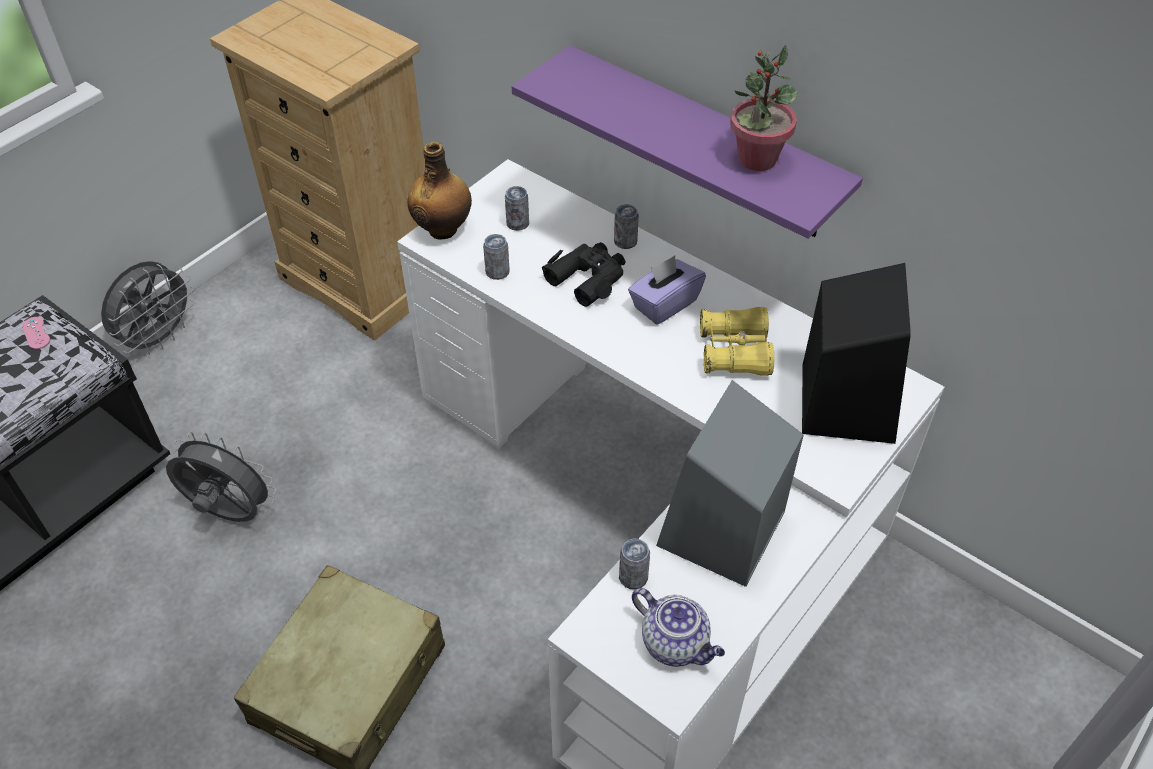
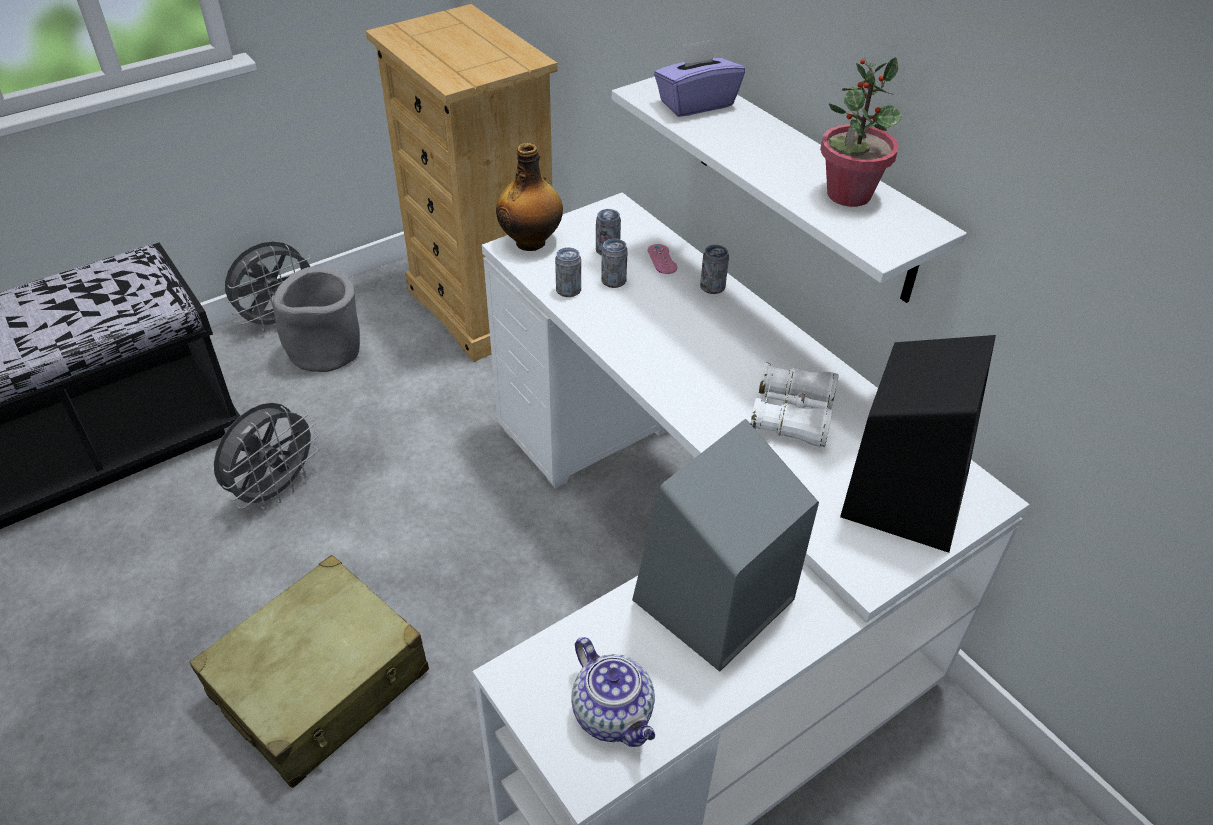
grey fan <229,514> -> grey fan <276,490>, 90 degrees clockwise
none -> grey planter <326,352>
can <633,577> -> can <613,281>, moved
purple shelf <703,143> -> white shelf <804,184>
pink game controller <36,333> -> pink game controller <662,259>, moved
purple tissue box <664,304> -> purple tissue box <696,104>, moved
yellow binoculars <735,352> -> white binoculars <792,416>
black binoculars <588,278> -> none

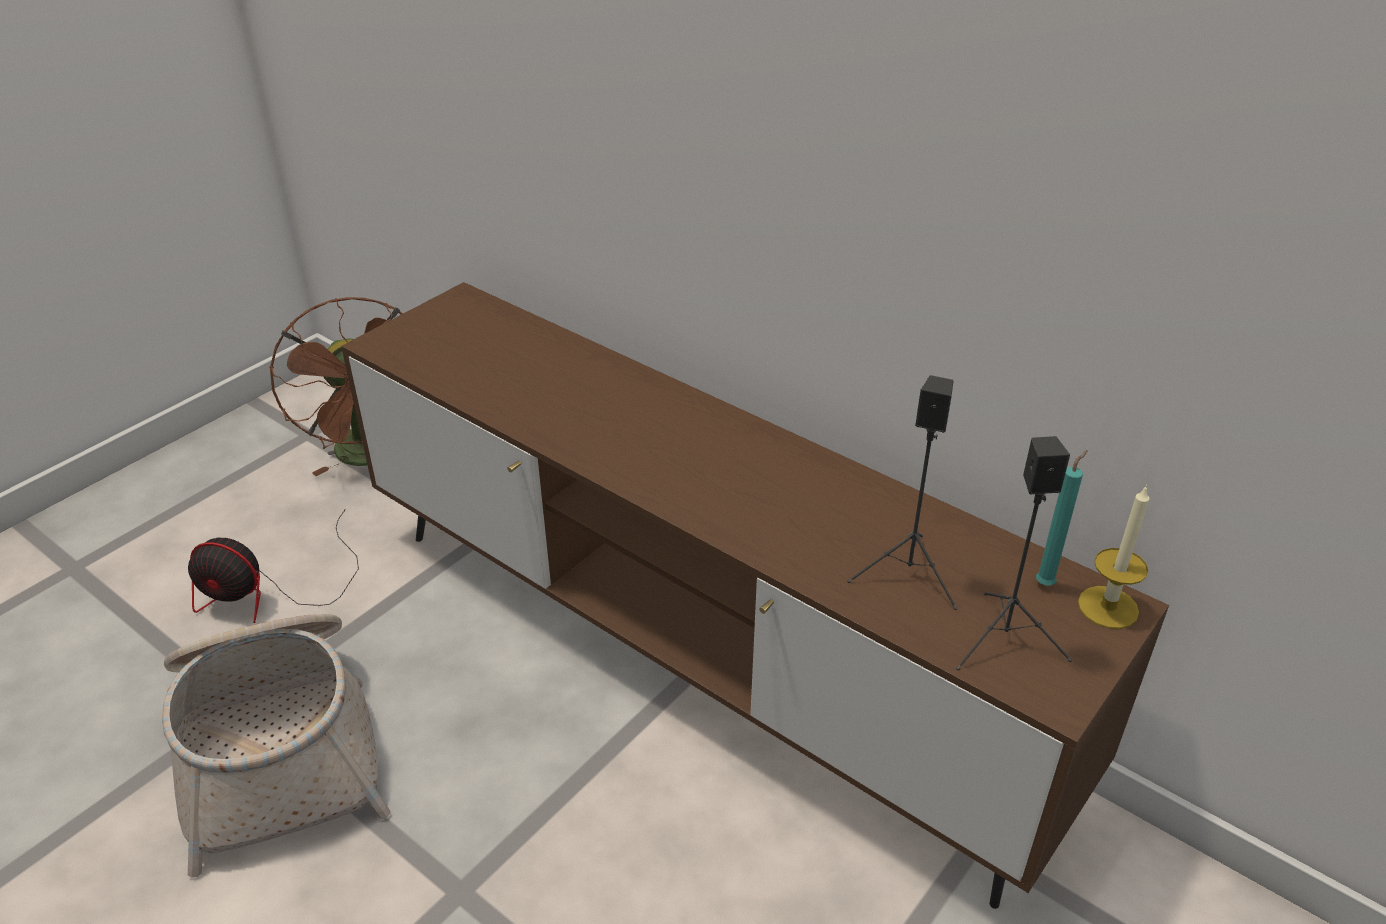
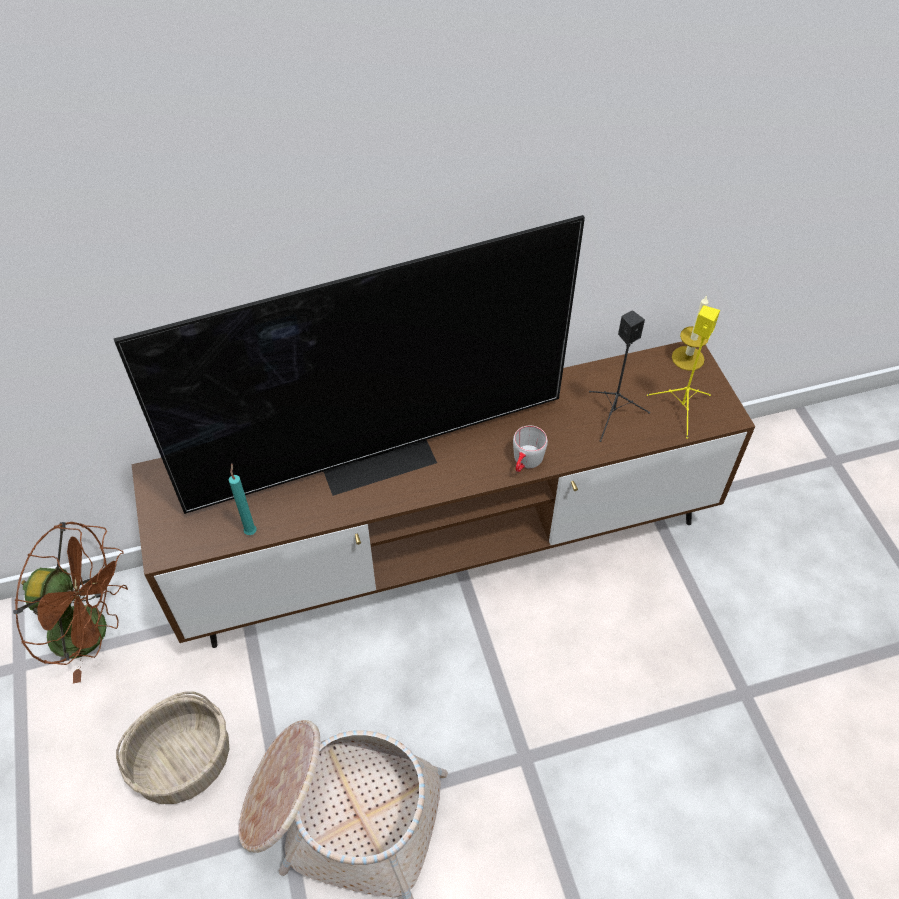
none -> television <378,455>
fan <272,590> -> basket <184,763>
turquoise candle <1046,583> -> turquoise candle <251,530>, moved
none -> grey mug <525,462>
black speaker <1005,640> -> yellow speaker <681,408>

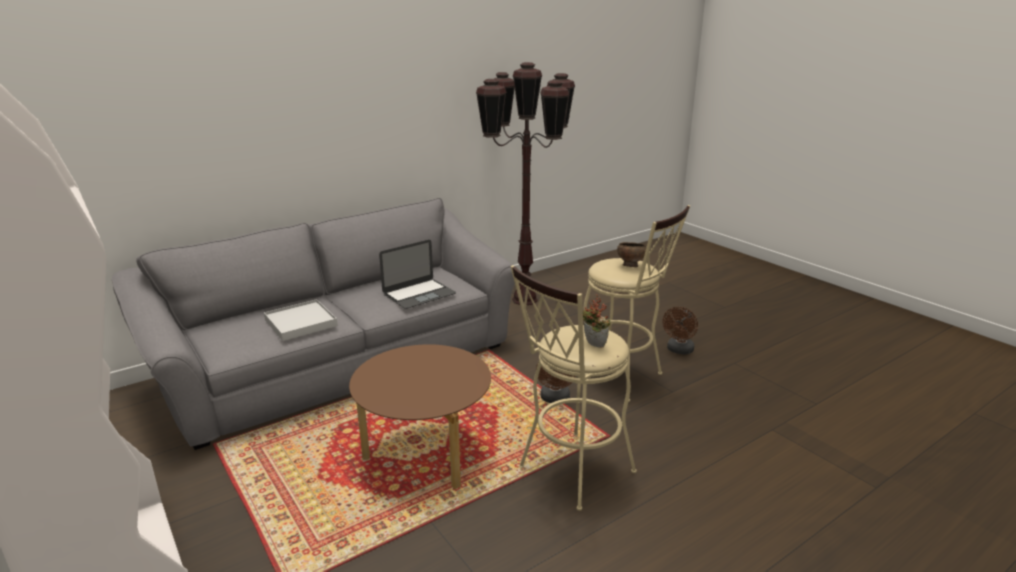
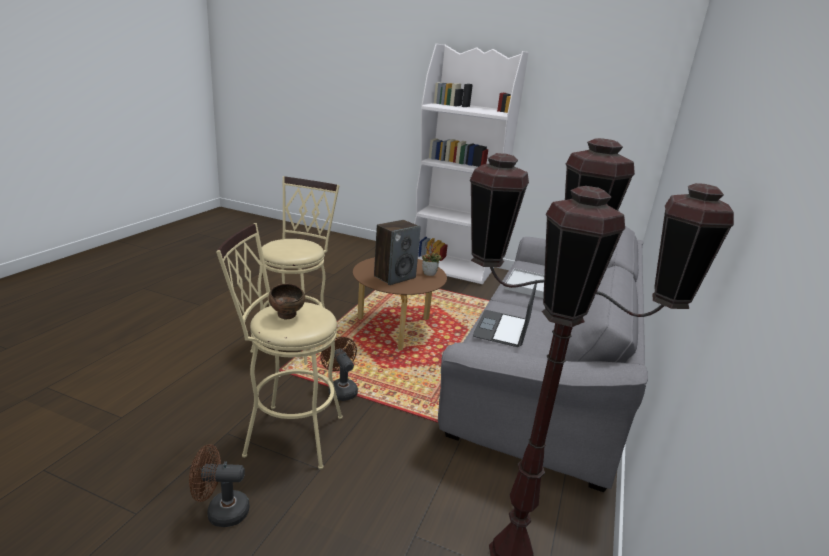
brown fan <679,350> -> brown fan <221,511>, 90 degrees counterclockwise
none -> speaker <394,277>
potted plant <593,345> -> potted plant <430,274>, moved

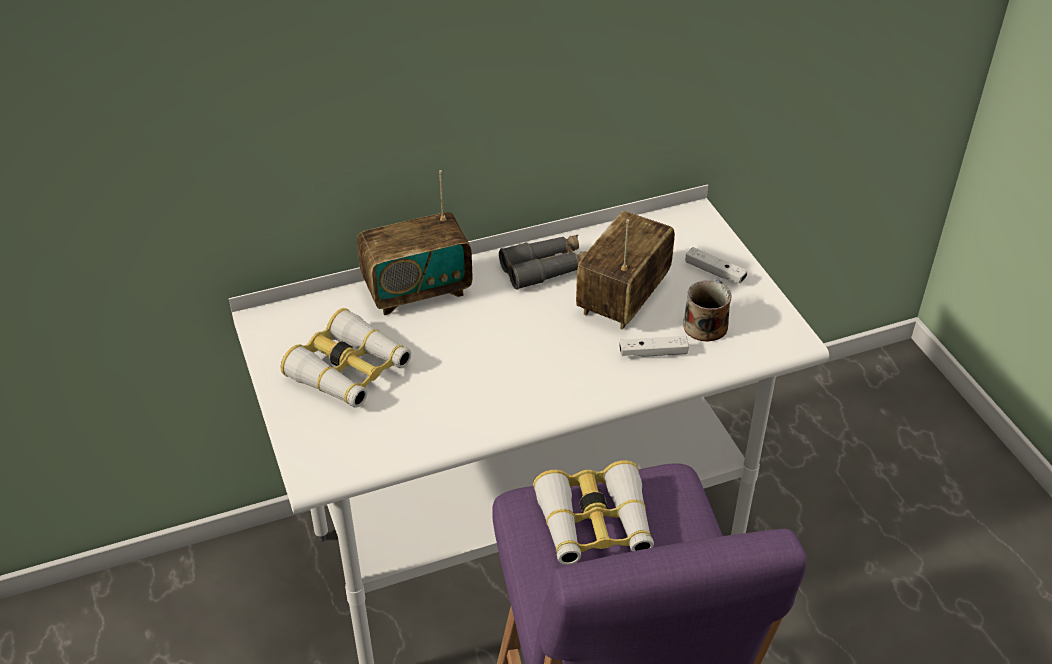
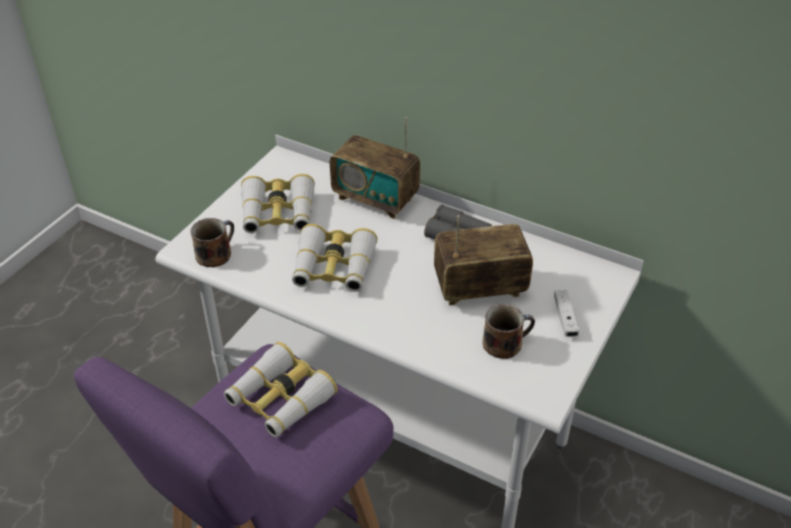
none -> mug <215,253>
none -> binoculars <333,268>
white game controller <653,353> -> none

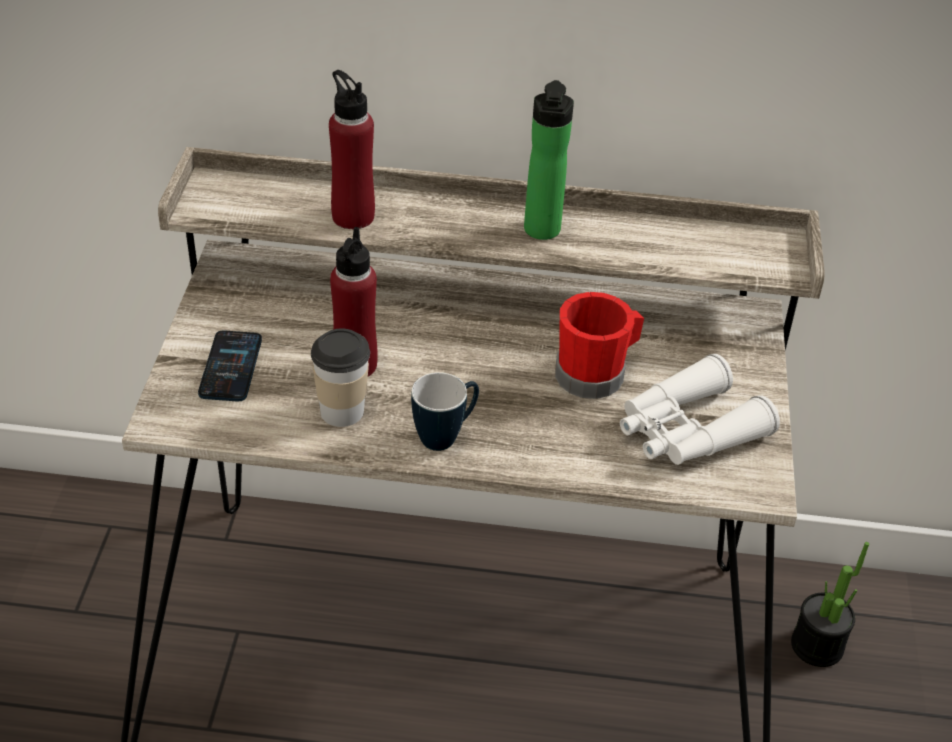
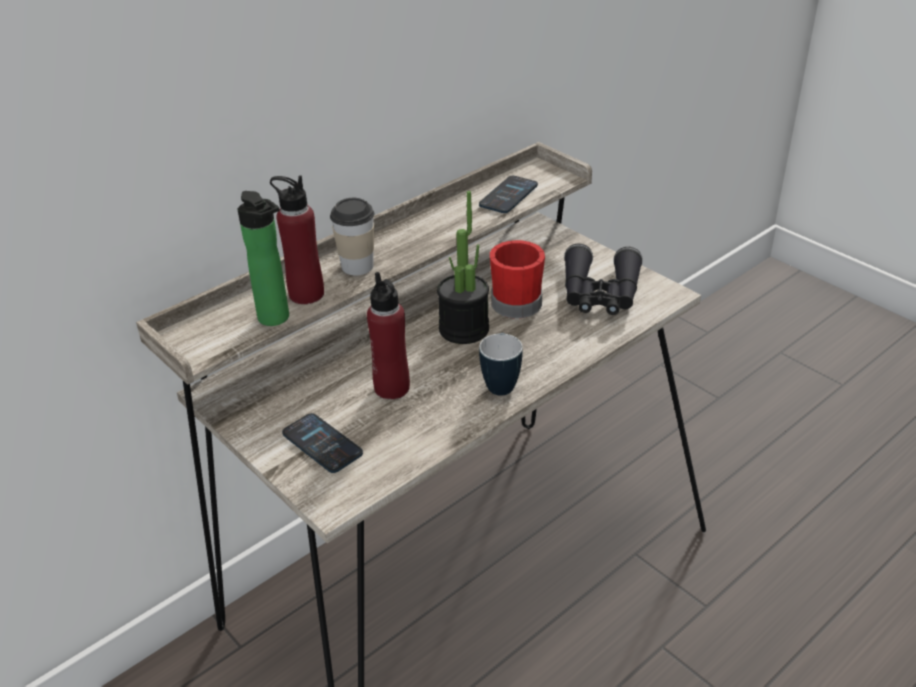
bottle <541,233> -> bottle <276,319>, moved
cup <342,411> -> cup <357,266>, moved
potted plant <817,646> -> potted plant <464,329>, moved
none -> phone <508,195>
white binoculars <687,431> -> black binoculars <600,294>

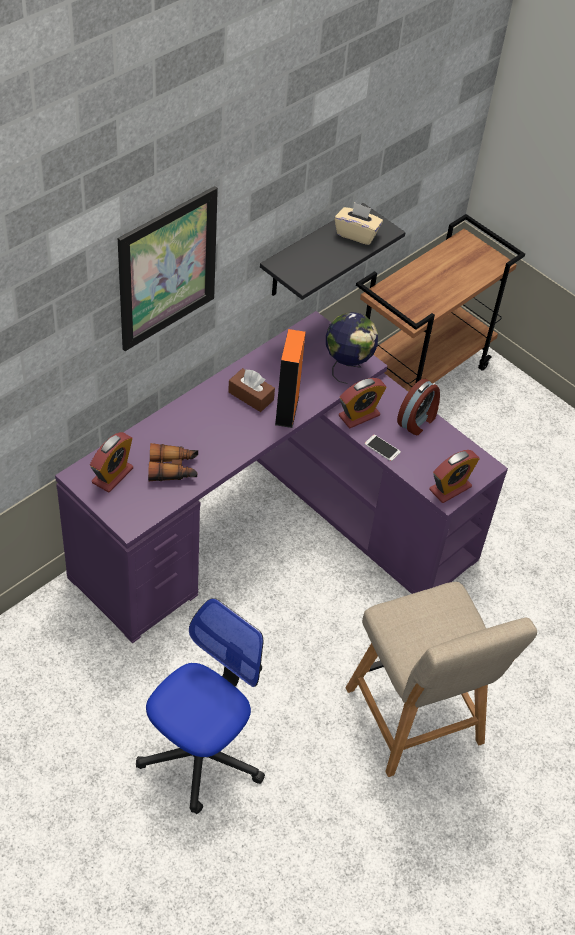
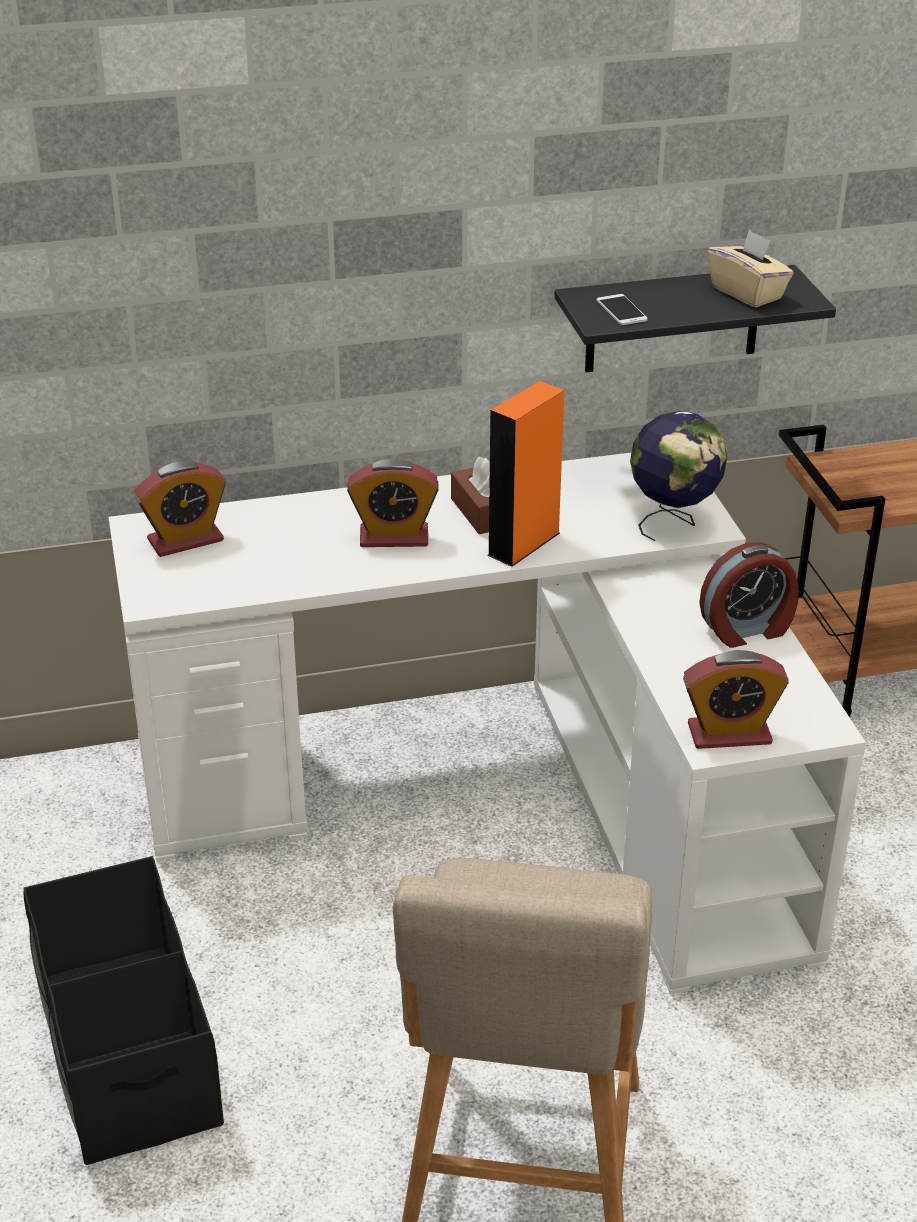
office chair <201,753> -> black storage box <126,1051>
purple desk <275,525> -> white desk <504,791>
alarm clock <359,415> -> alarm clock <394,537>, moved
phone <382,448> -> phone <621,310>, moved
picture <167,269> -> none
binoculars <173,469> -> none

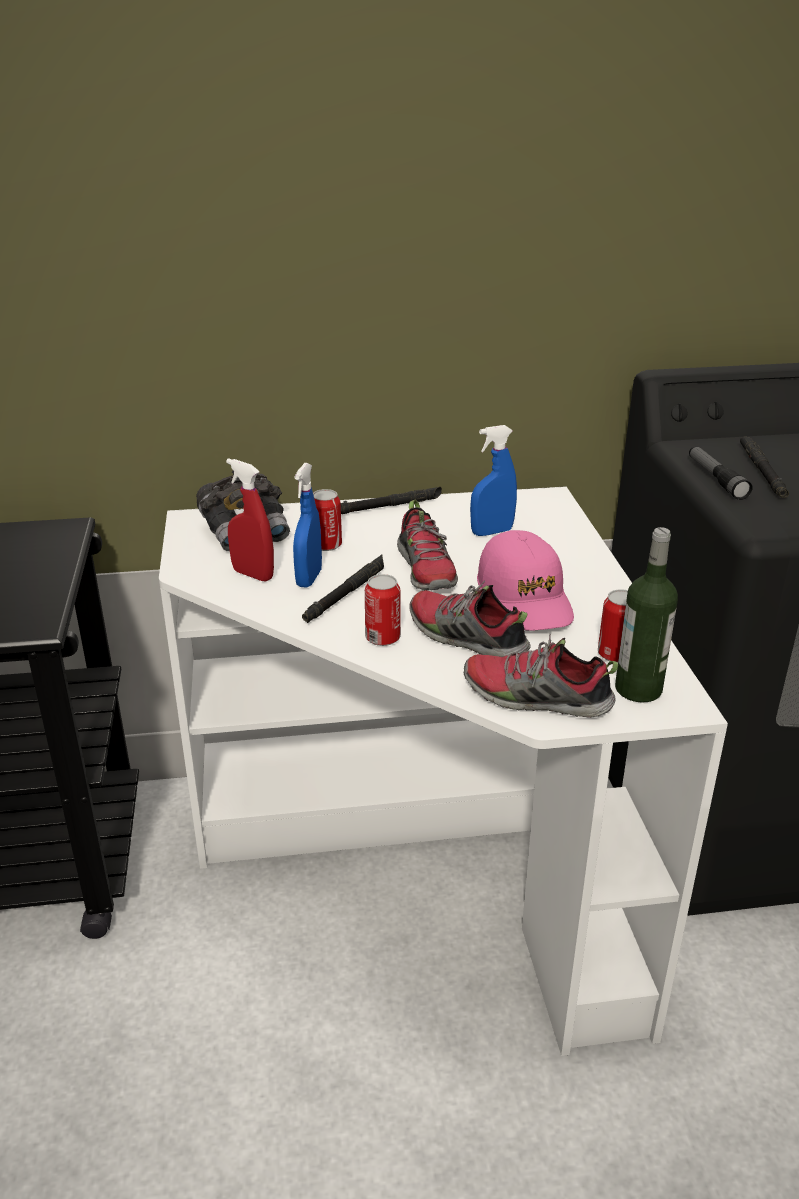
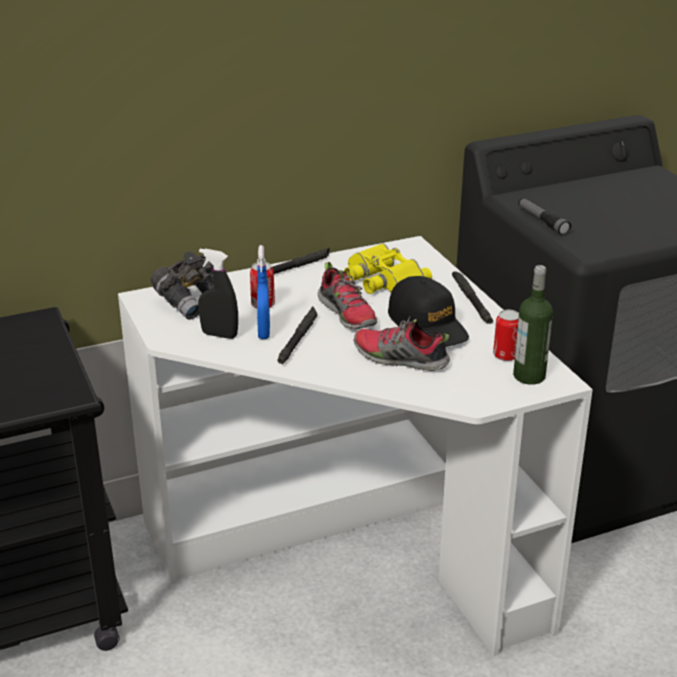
red spray bottle <253,575> -> black spray bottle <219,335>
blue spray bottle <491,532> -> yellow binoculars <381,279>
pink cap <525,598> -> black cap <428,325>
black flashlight <762,472> -> black flashlight <471,301>, moved
can <382,638> -> none
shoe <535,698> -> none

